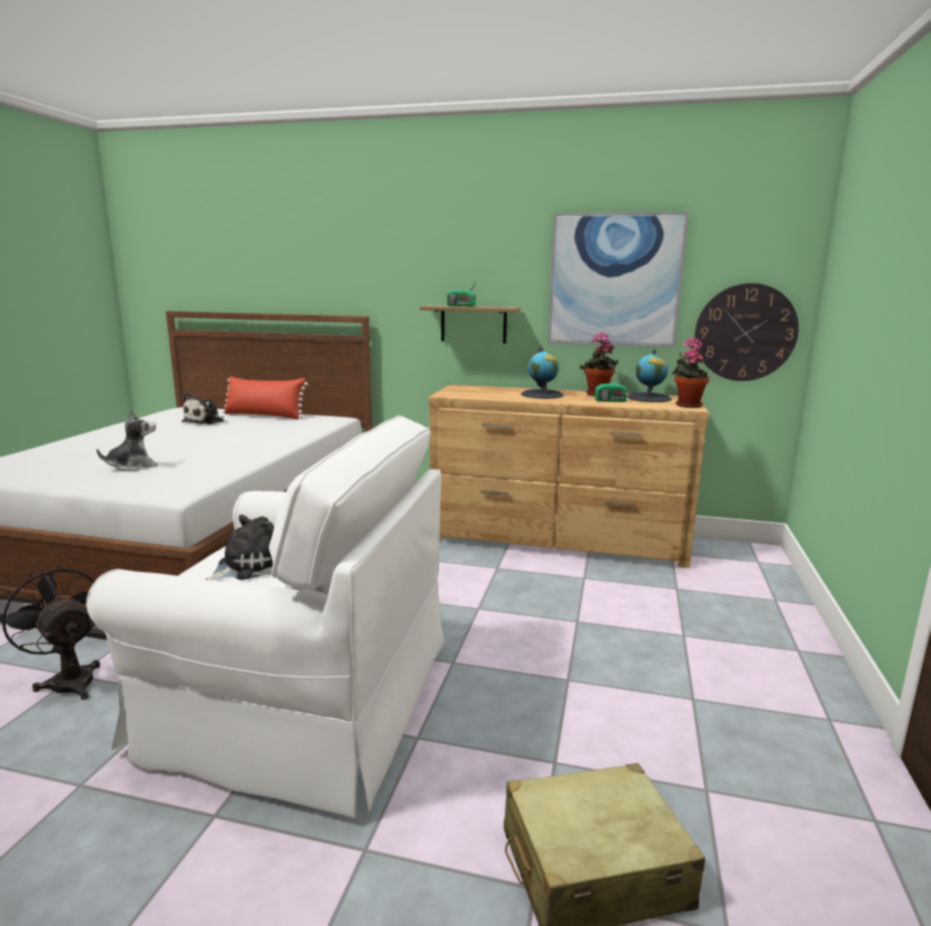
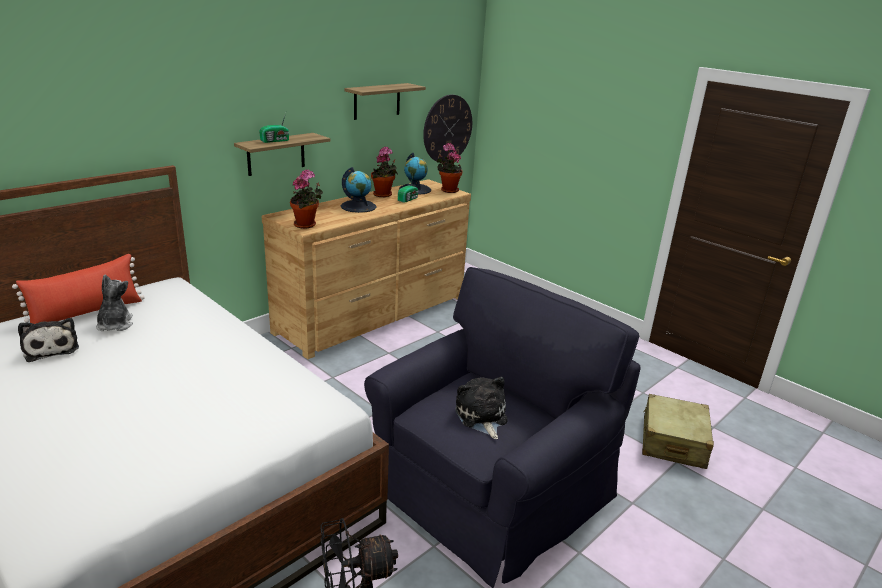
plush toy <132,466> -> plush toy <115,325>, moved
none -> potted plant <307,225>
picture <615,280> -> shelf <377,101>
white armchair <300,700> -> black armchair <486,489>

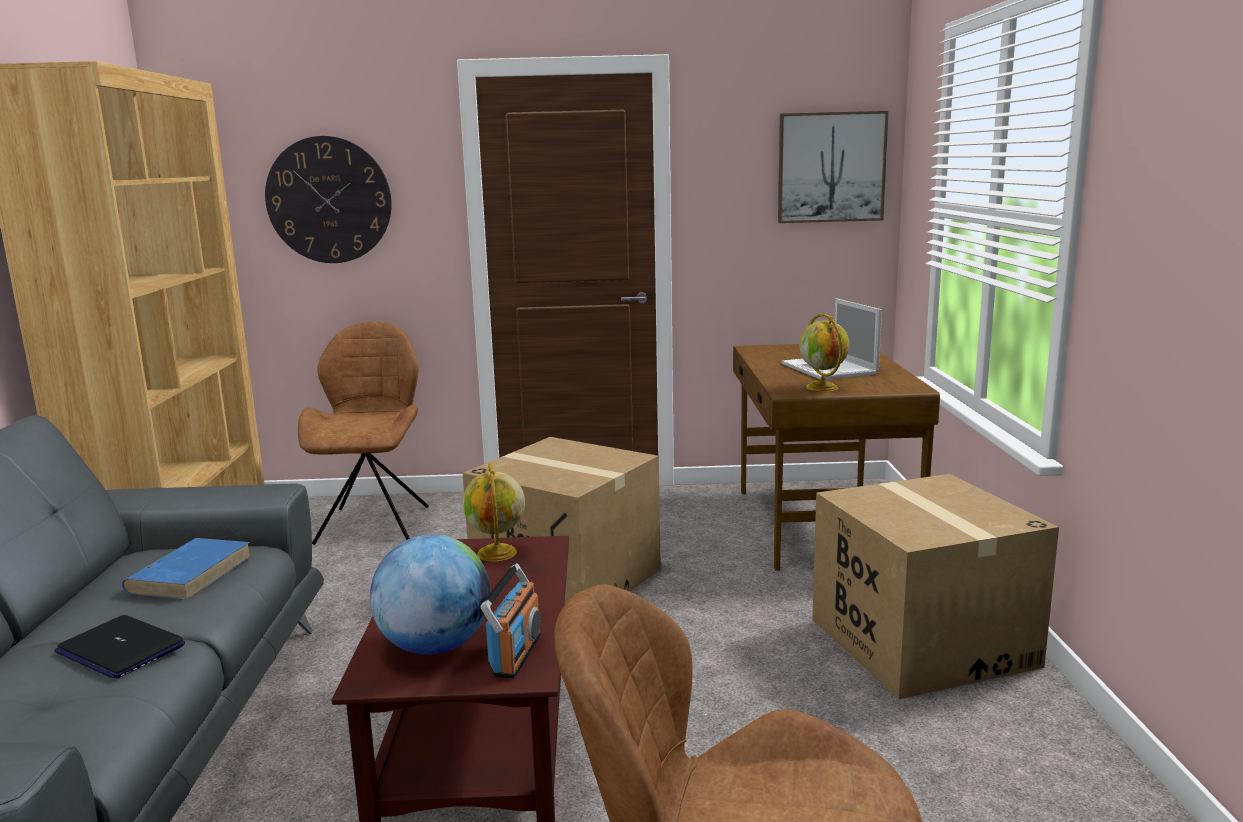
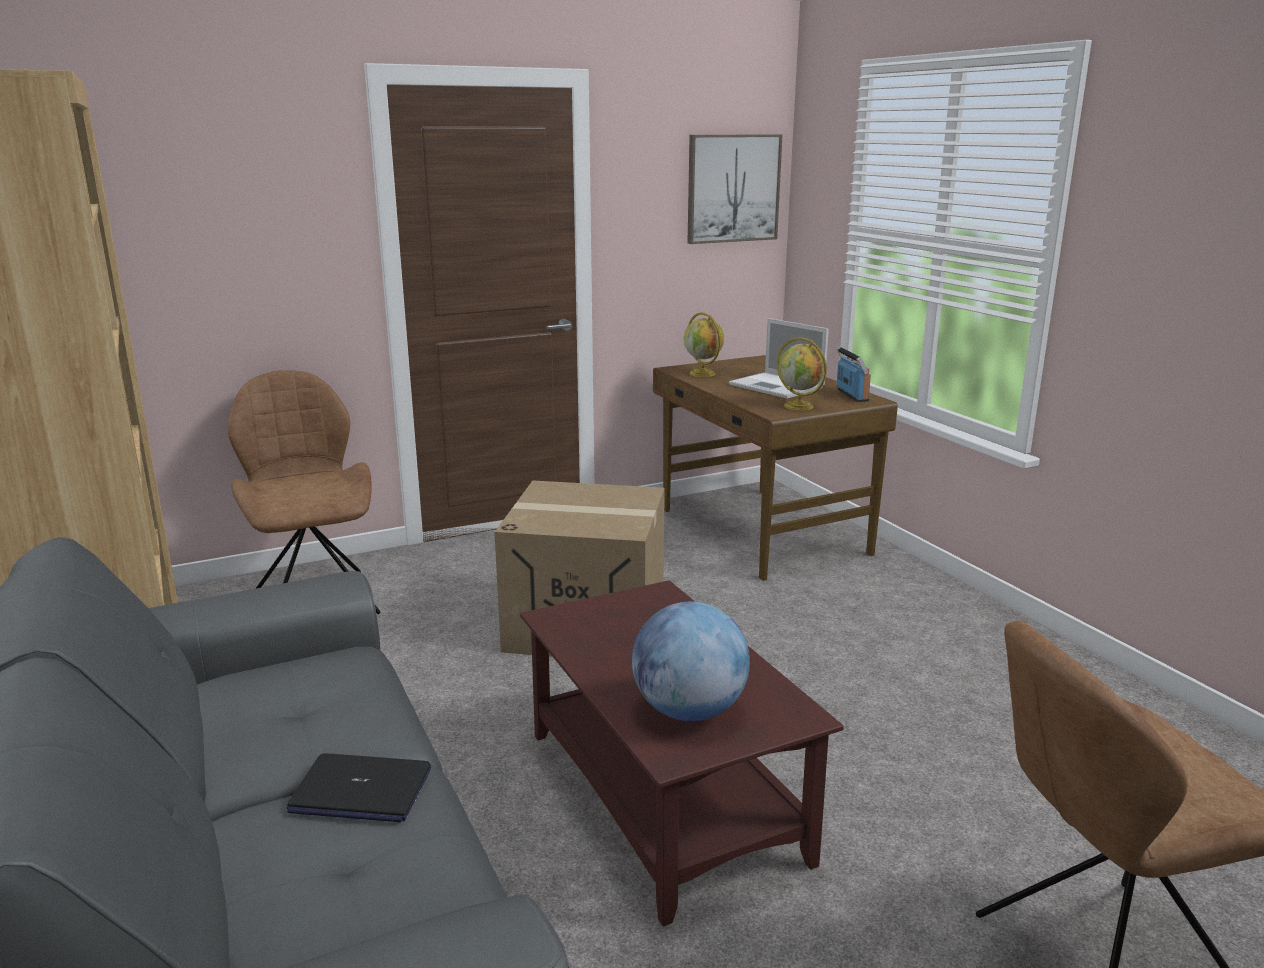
globe <497,553> -> globe <703,374>, moved
radio <515,655> -> radio <852,395>, moved
blue book <191,573> -> none
wall clock <329,200> -> none
cardboard box <921,642> -> none

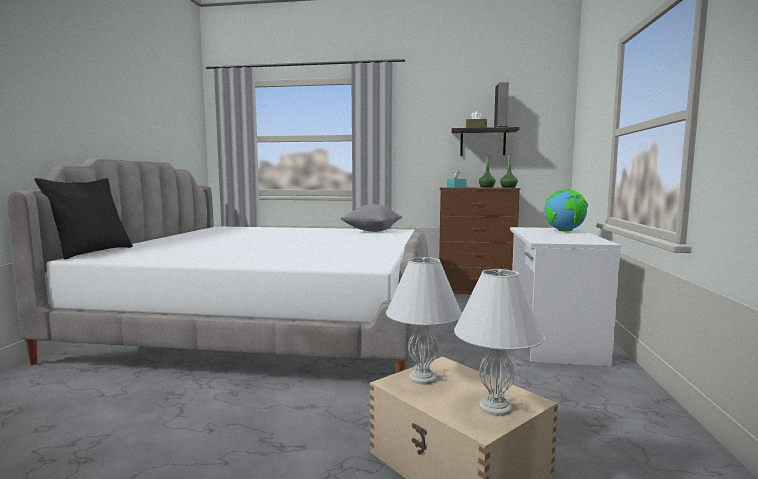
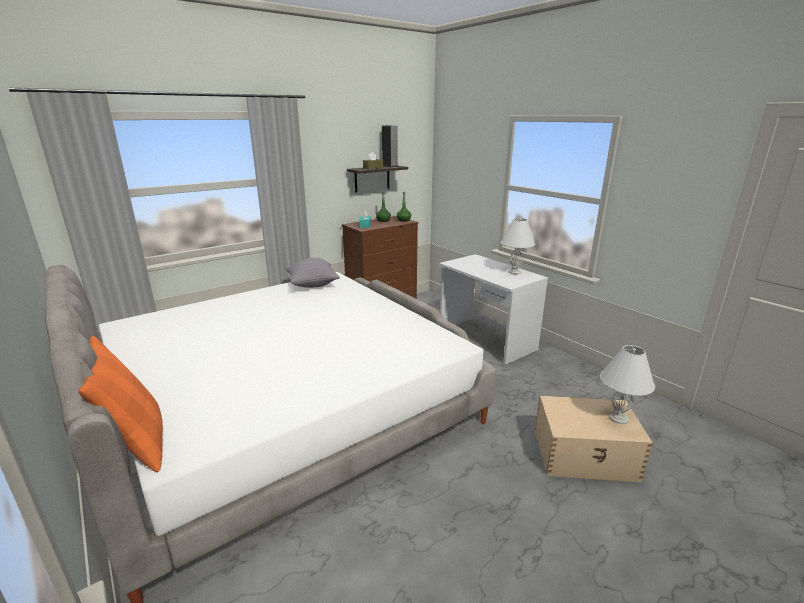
black pillow <92,252> -> orange pillow <138,443>
white table lamp <423,378> -> white table lamp <515,272>, moved
globe <564,231> -> none

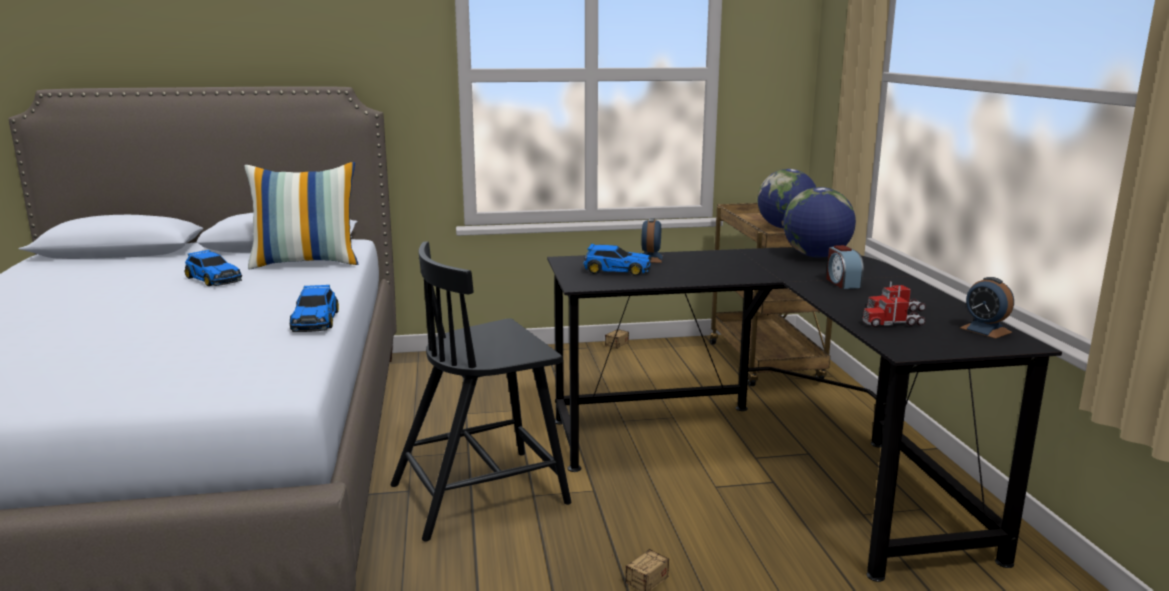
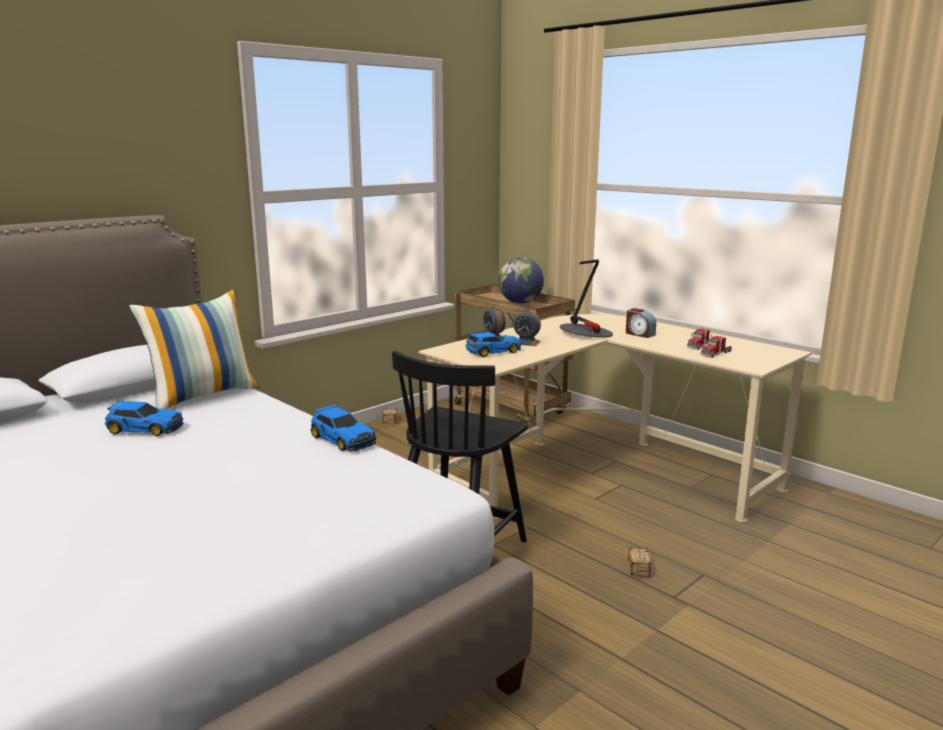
black desk <769,460> -> beige desk <600,472>
alarm clock <985,330> -> alarm clock <526,342>, moved
none -> table lamp <585,333>
globe <816,256> -> none

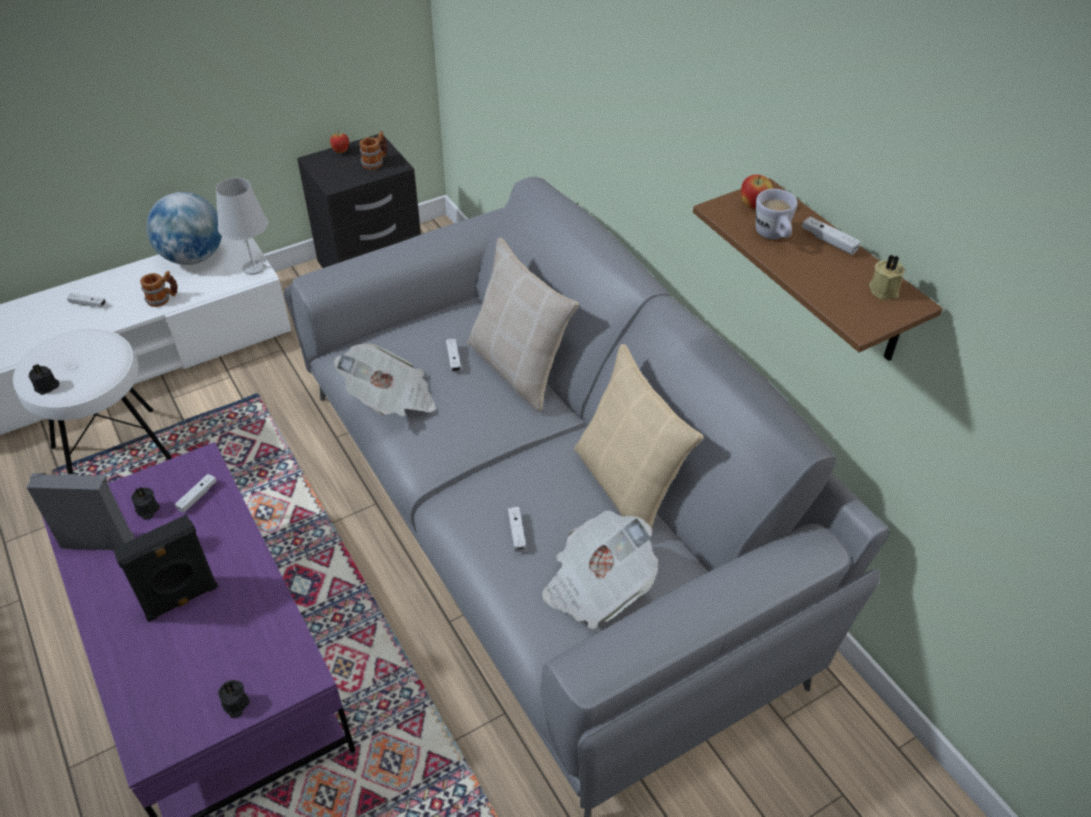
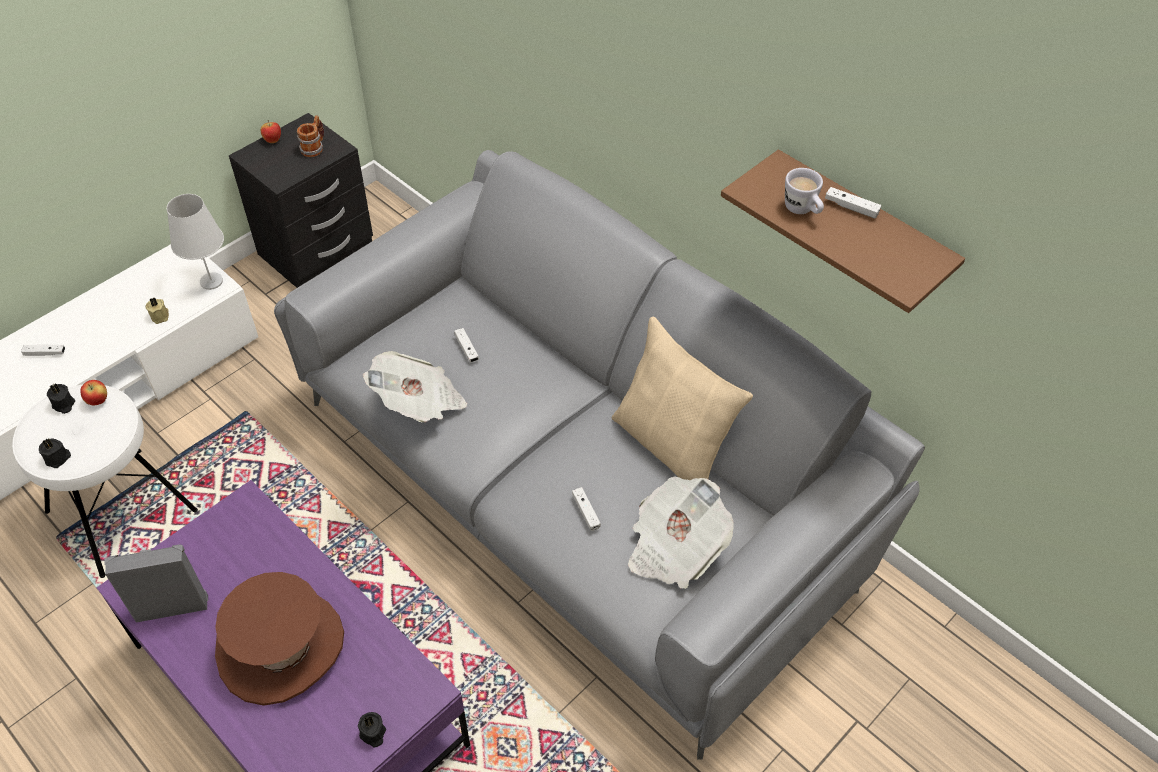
black candle <147,510> -> black candle <63,405>, moved
apple <753,206> -> apple <98,400>, moved
beige candle <885,289> -> beige candle <160,316>, moved
black speaker <181,600> -> brown hat <281,646>
mug <163,299> -> none
globe <193,257> -> none
white game controller <197,496> -> none
beige pillow <519,368> -> none

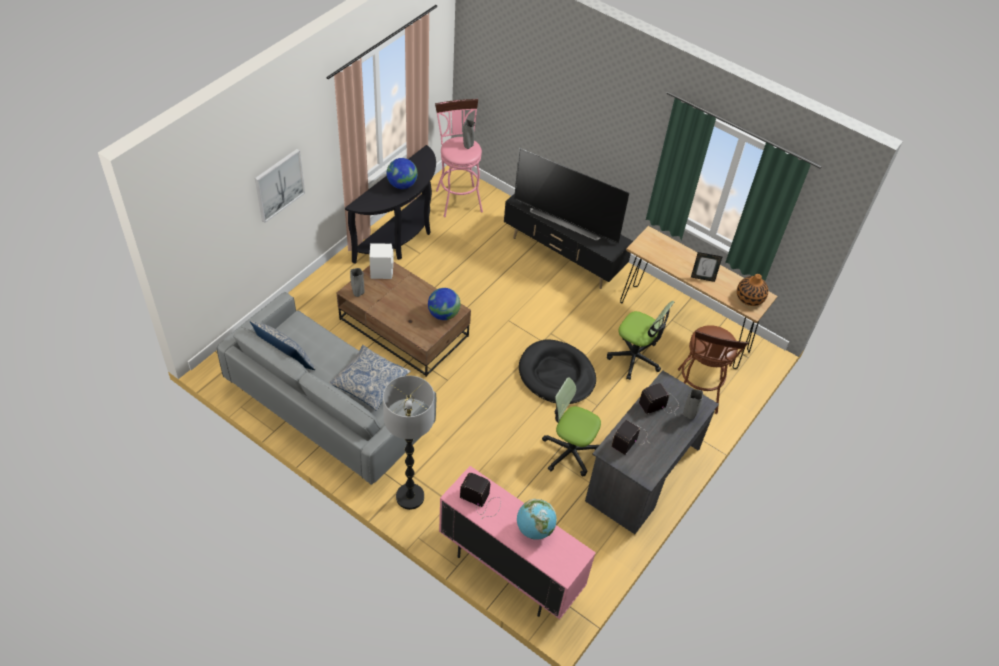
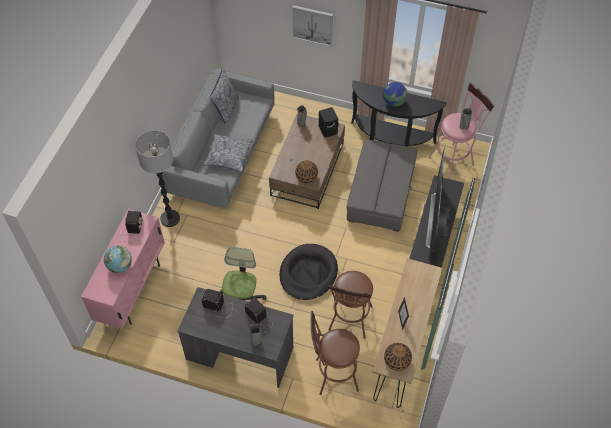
globe <443,314> -> vase <306,176>
white speaker <382,271> -> black speaker <328,130>
office chair <634,358> -> brown stool <349,322>
none -> grey ottoman <380,193>

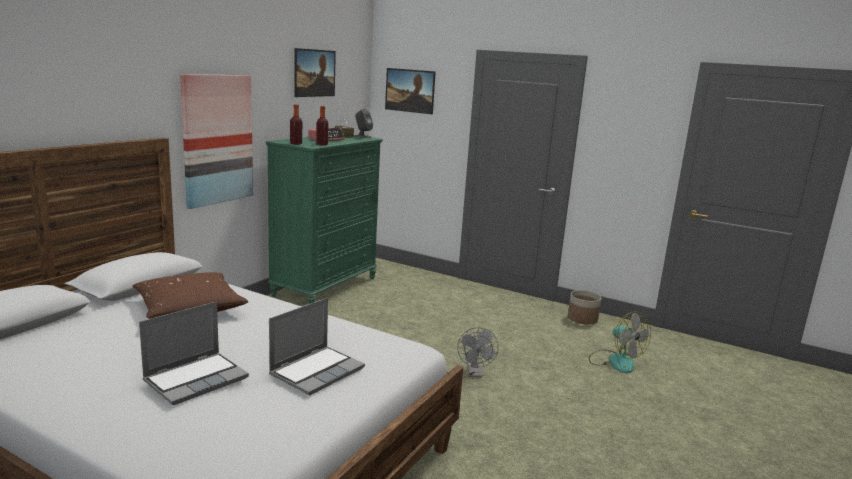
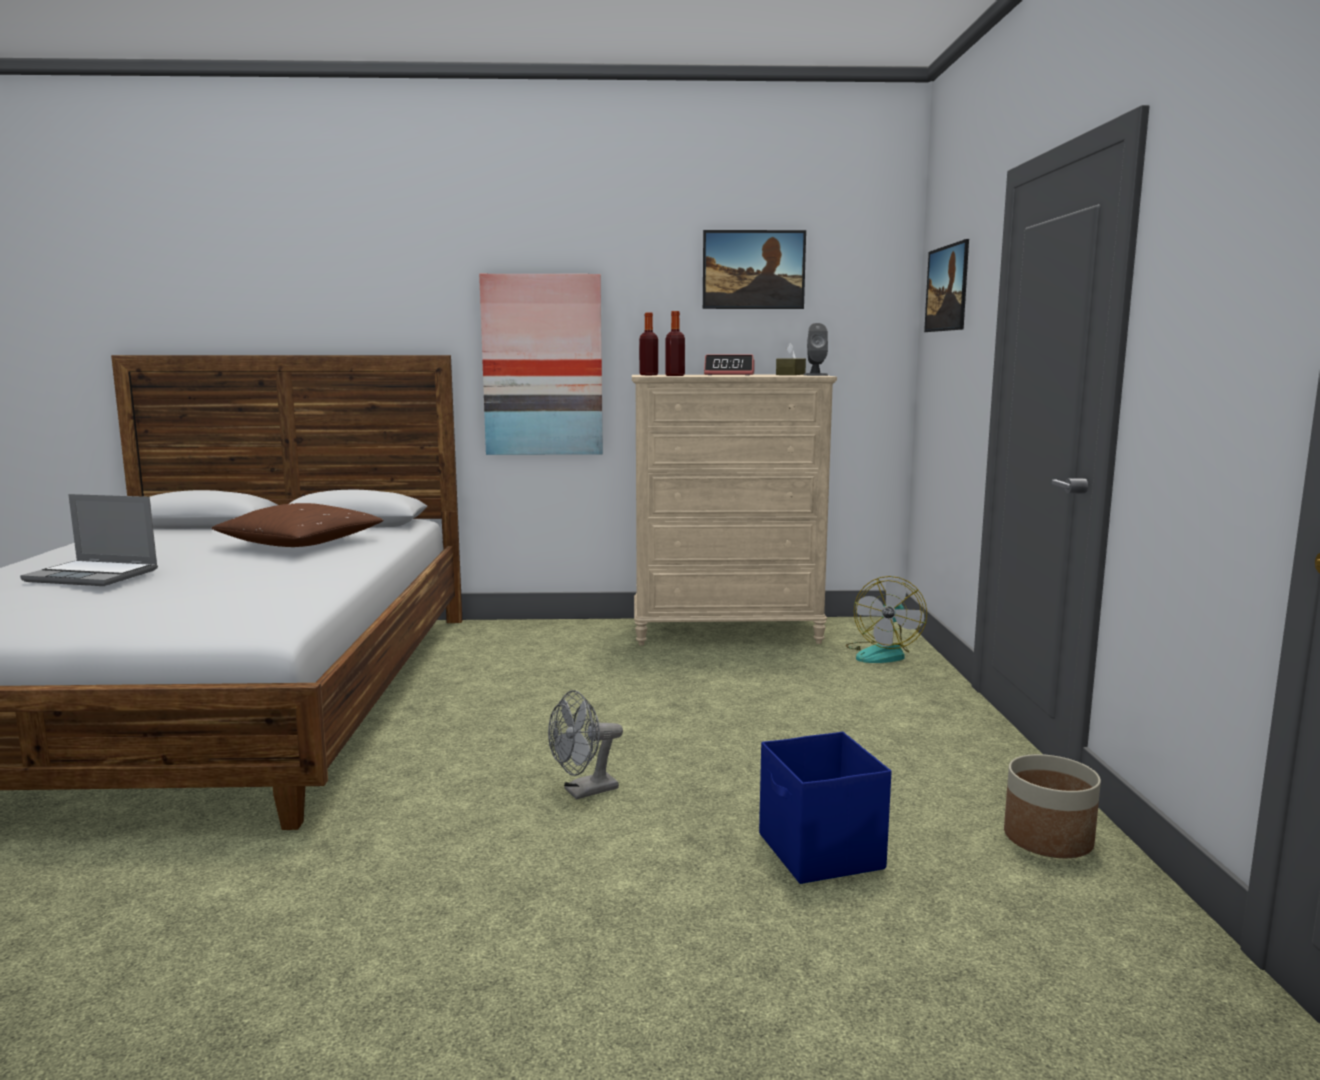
green dresser <325,286> -> beige dresser <726,631>
none -> blue storage box <820,853>
fan <615,361> -> fan <883,653>, moved
laptop <317,371> -> none

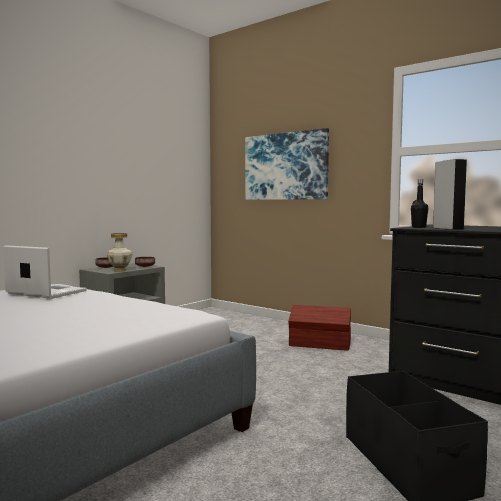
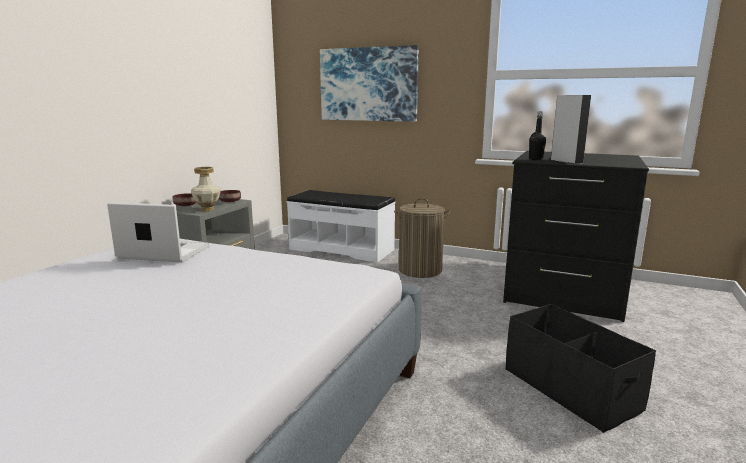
none -> white bench <342,249>
brown storage box <320,344> -> laundry basket <420,270>

